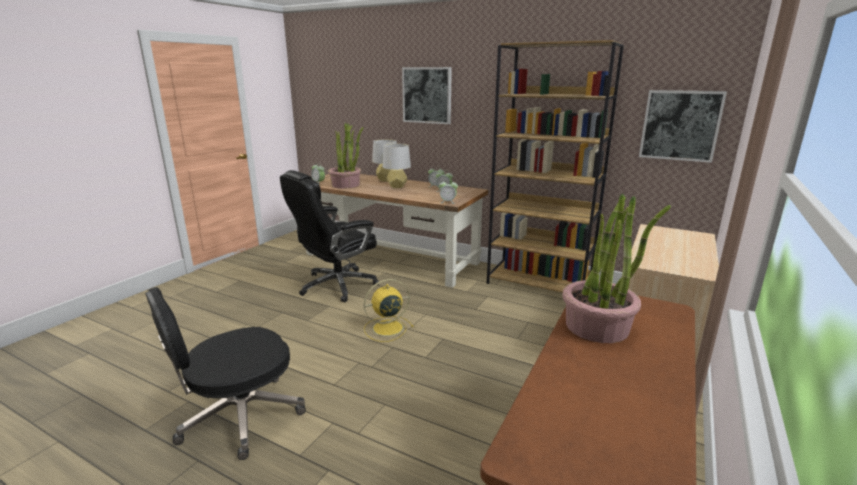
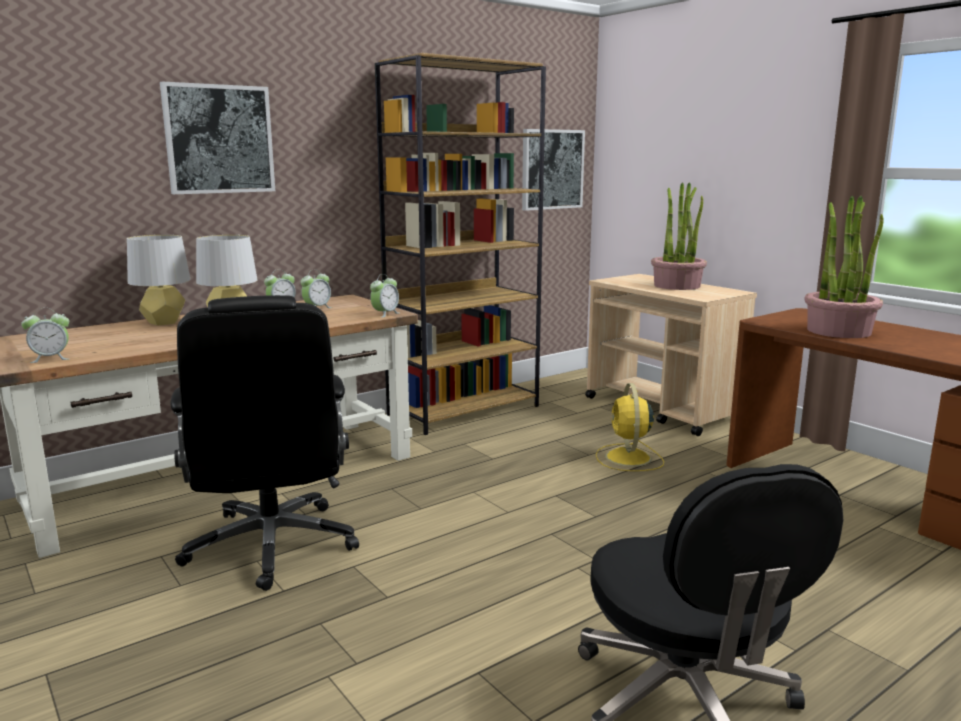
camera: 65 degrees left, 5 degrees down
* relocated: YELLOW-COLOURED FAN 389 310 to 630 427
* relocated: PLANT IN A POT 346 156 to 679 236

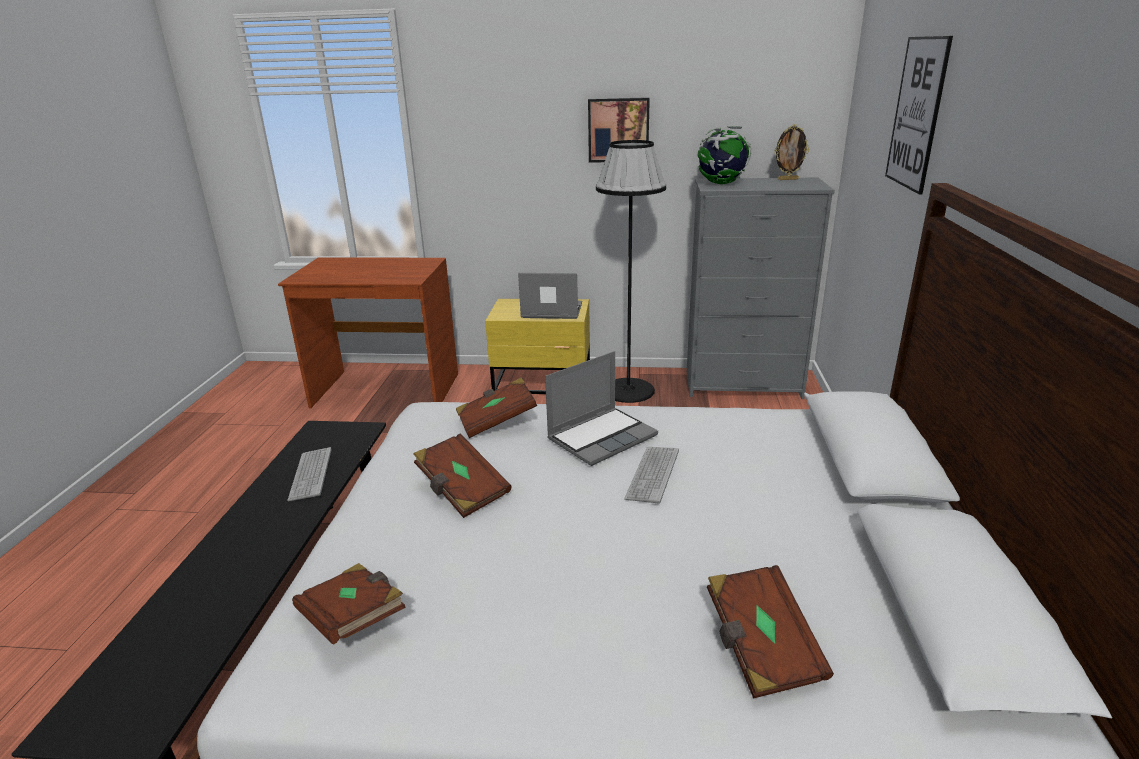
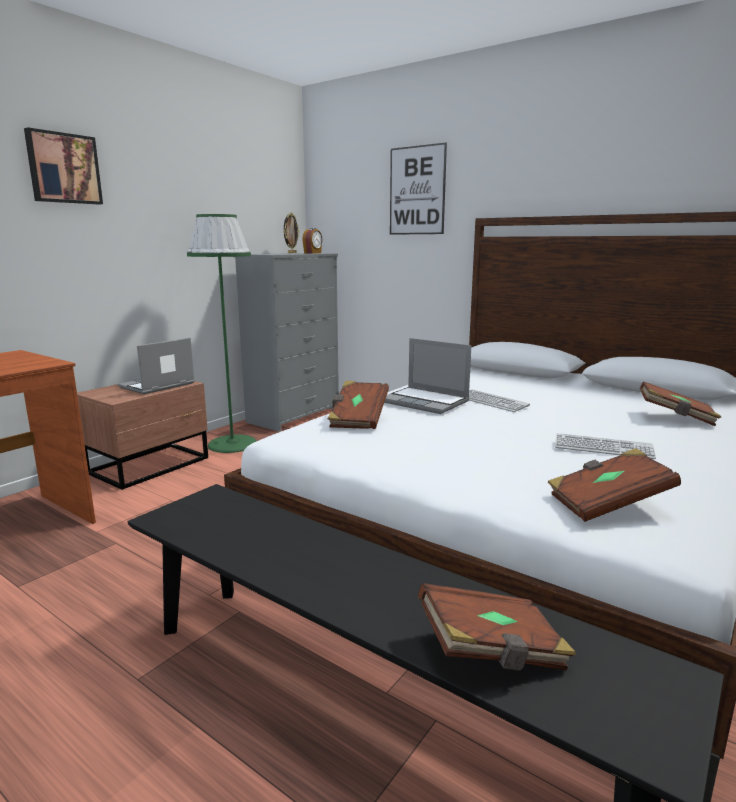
camera: 60 degrees left, 10 degrees down
* relocated: PICTURE 619 130 to 63 165
* colour: YELLOW-COLOURED NIGHT TABLE 537 346 to BROWNISH NIGHT TABLE 142 435
* colour: BLACKISH STANDING LAMP 631 271 to GREEN-COLOURED STANDING LAMP 222 333
* appeared: TABLE CLOCK 312 241
* spun: LAPTOP 601 408 = 427 376 135 degrees clockwise
* relocated: BROWNISH VOLUME 463 476 to 497 627
* relocated: PC KEYBOARD 309 474 to 605 446
* missing: DESK GLOBE 724 155

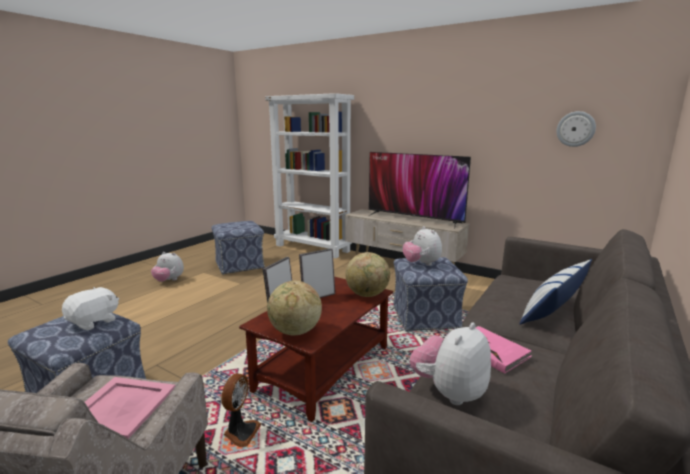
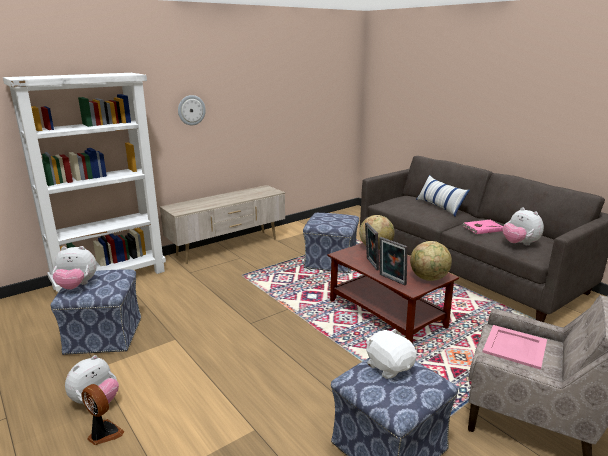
camera: 70 degrees left, 5 degrees up
* relocated: PLUSH TOY 422 246 to 74 268
* relocated: FAN 241 410 to 103 414
* relocated: CLOCK ON THE WALL 576 129 to 192 110
* missing: TV 420 190

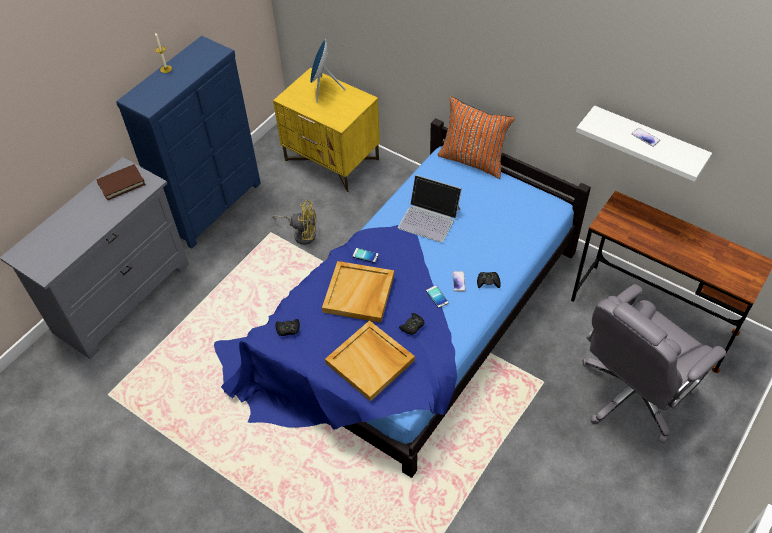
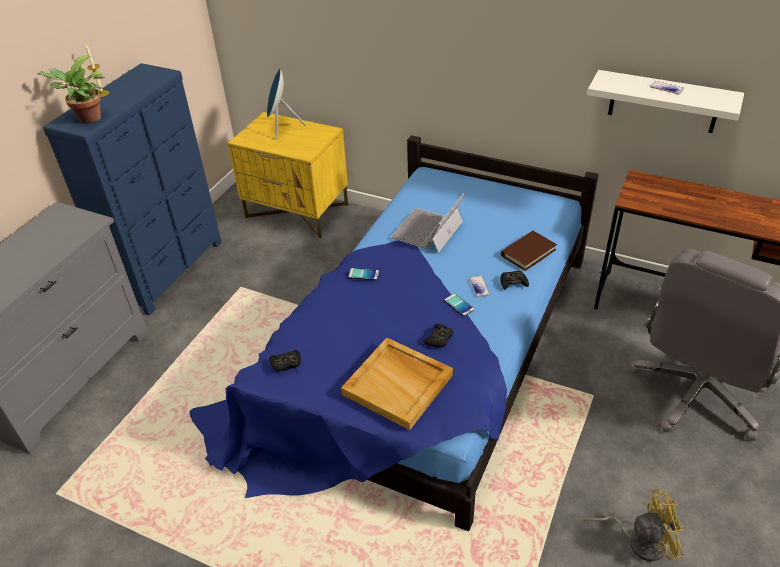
camera: 10 degrees left, 10 degrees down
* appeared: PLANT IN A POT 71 89
* spun: LAPTOP 430 209 = 427 223 105 degrees clockwise
* relocated: BROWNISH VOLUME 121 182 to 529 251
* relocated: YELLOW-COLOURED FAN 294 222 to 633 525
* missing: BEIGE CARRYING TRAY 358 292
* missing: ORANGE-COLOURED CUSHION 476 137

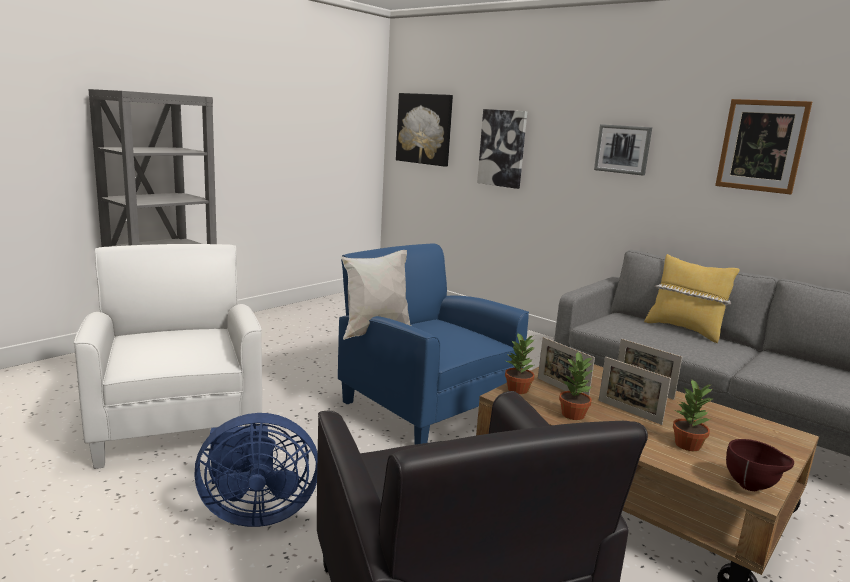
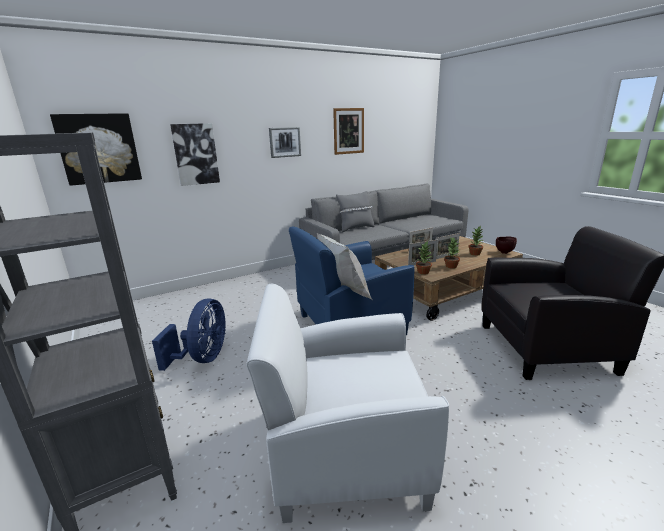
camera: 70 degrees left, 5 degrees up
* relocated: BLUISH FAN 256 470 to 189 334
* colour: YELLOW-COLOURED CUSHION 692 298 to GREYISH CUSHION 355 211

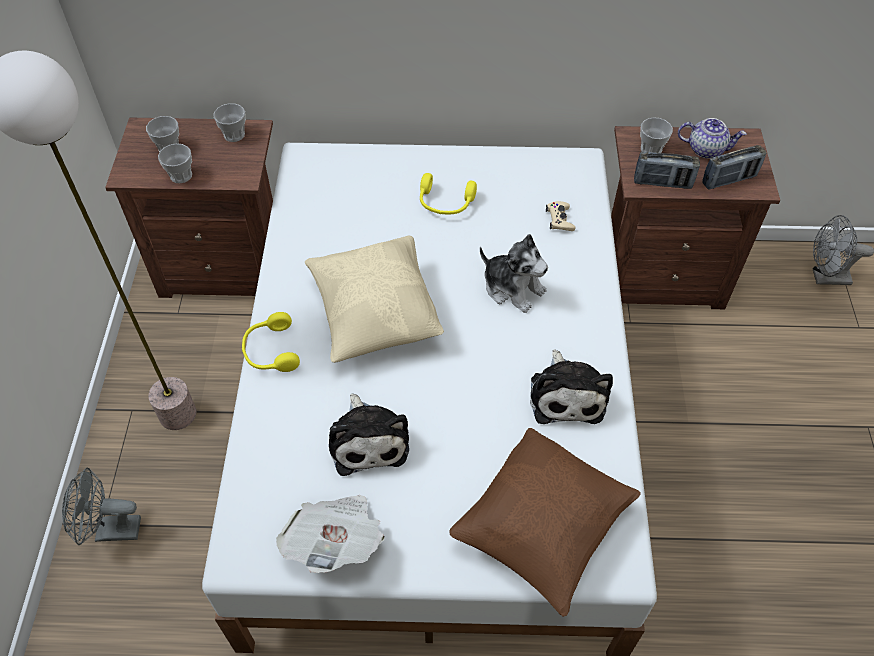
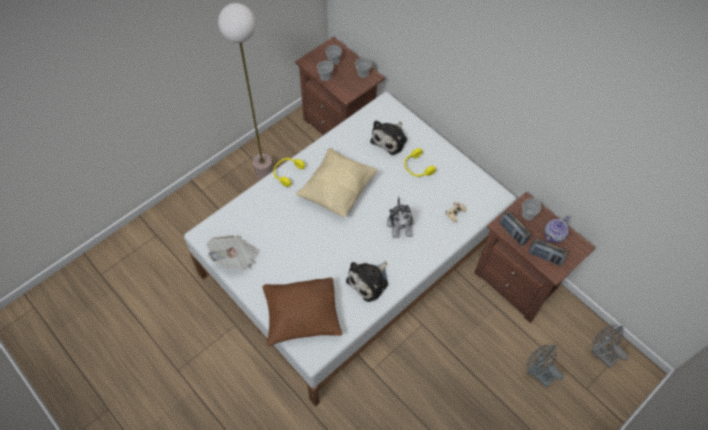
camera: 45 degrees right, 5 degrees up
* relocated: PLUSH TOY 369 435 to 388 137
* relocated: GREYISH FAN 101 506 to 545 366
* spun: POT FOR TEA 712 138 = 557 229 75 degrees clockwise

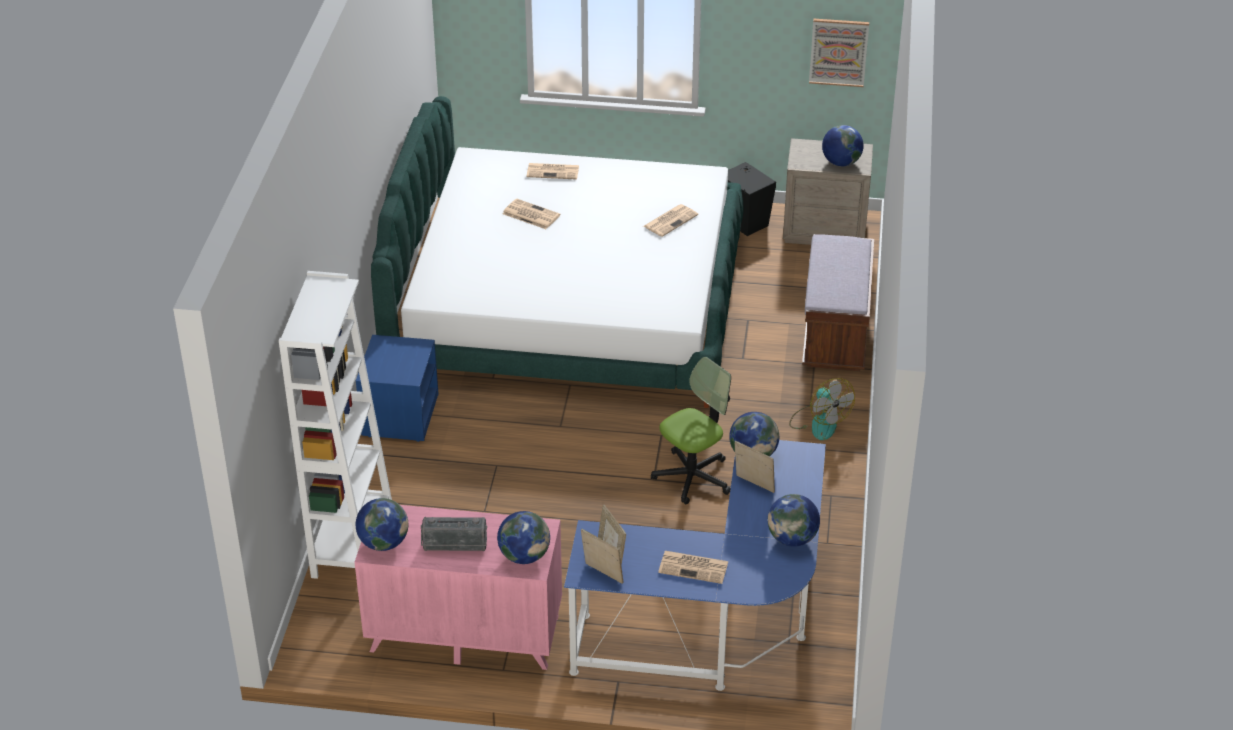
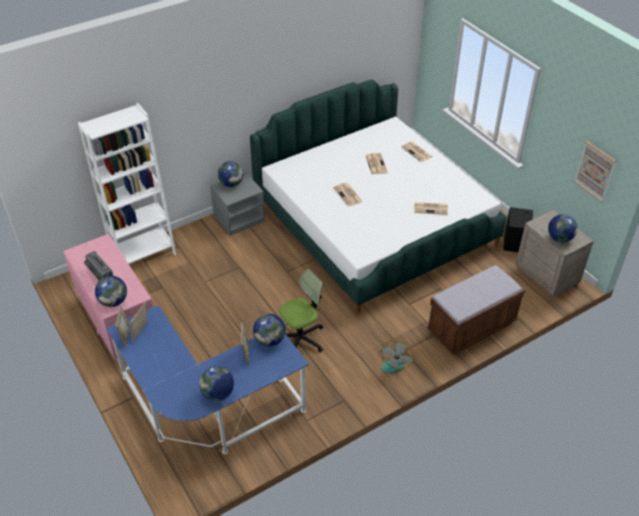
camera: 50 degrees right, 5 degrees up
* colour: BLUISH NIGHT TABLE 397 388 to GREYISH NIGHT TABLE 237 204
* relocated: DESK GLOBE 382 524 to 230 174
* spun: DESK CHAIR 691 431 = 301 310 45 degrees counterclockwise
* relocated: DAILY PAPER 693 567 to 348 194

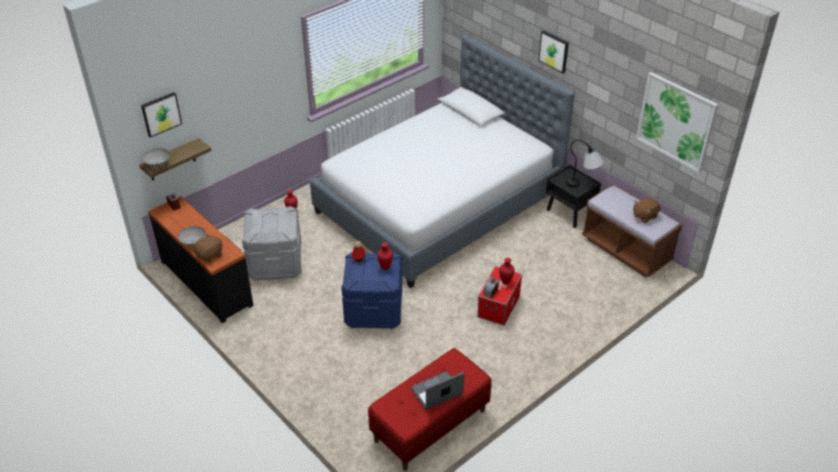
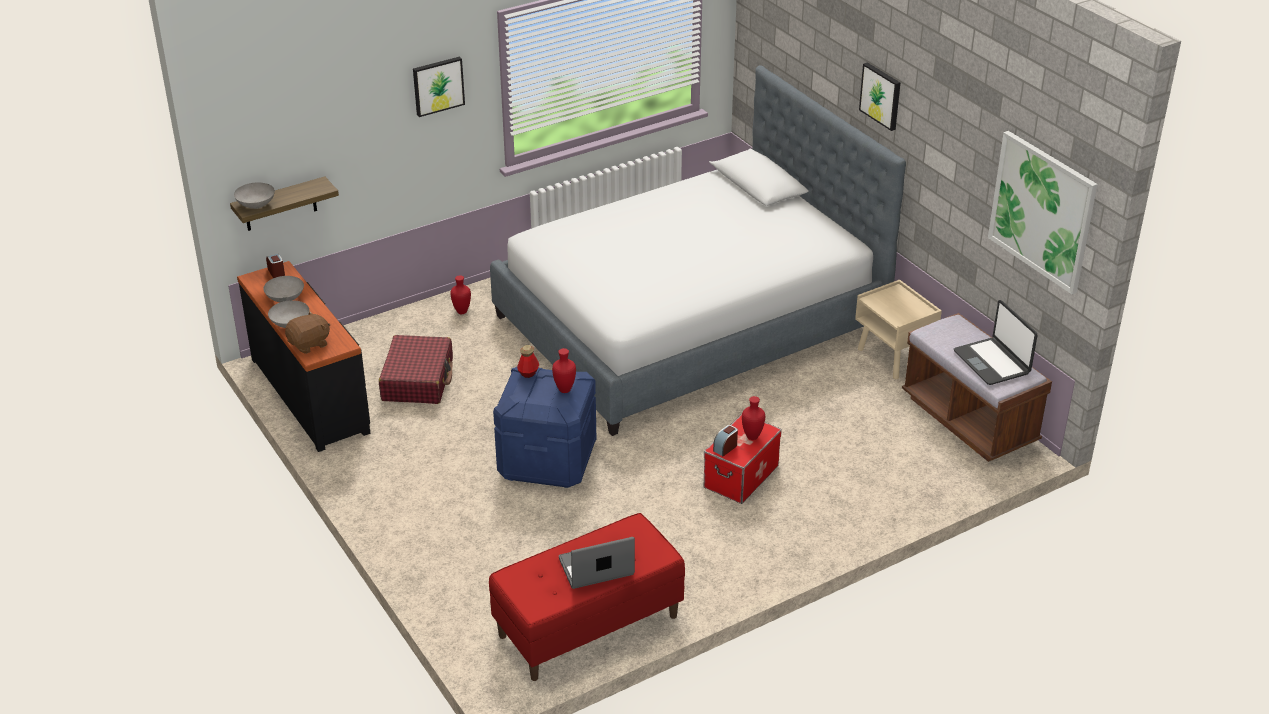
camera: 10 degrees right, 5 degrees down
* appeared: GREYISH DEEP DISH 283 289
* exchanged: GREYISH STORAGE BOX 272 243 to RED SUITCASE 416 369
* relocated: PICTURE 161 115 to 439 87
* colour: BLACKISH NIGHT TABLE 573 196 to BEIGE NIGHT TABLE 898 329
* exchanged: BROWNISH PLUSH TOY 647 210 to LAPTOP 996 342
* missing: TABLE LAMP 584 164

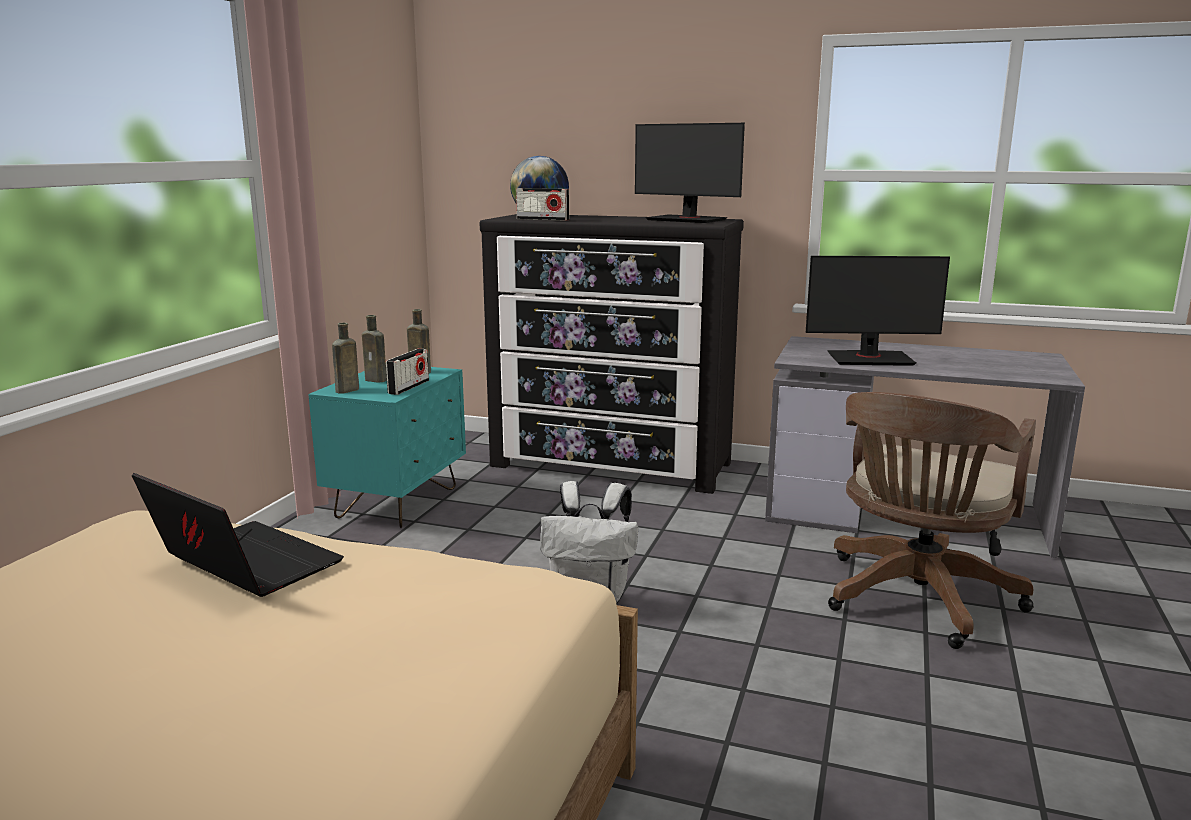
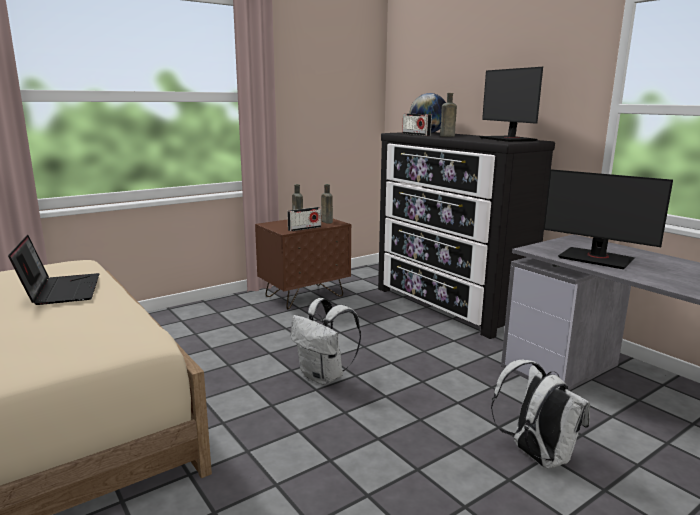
camera: 35 degrees right, 0 degrees up
* colour: TURQUOISE-COLOURED NIGHT TABLE 387 447 to BROWNISH NIGHT TABLE 303 262
* relocated: BROWNISH DRINK BOTTLE 345 357 to 448 115
* exchanged: BROWNISH DESK CHAIR 932 520 to WHITE-COLOURED RUCKSACK 540 414

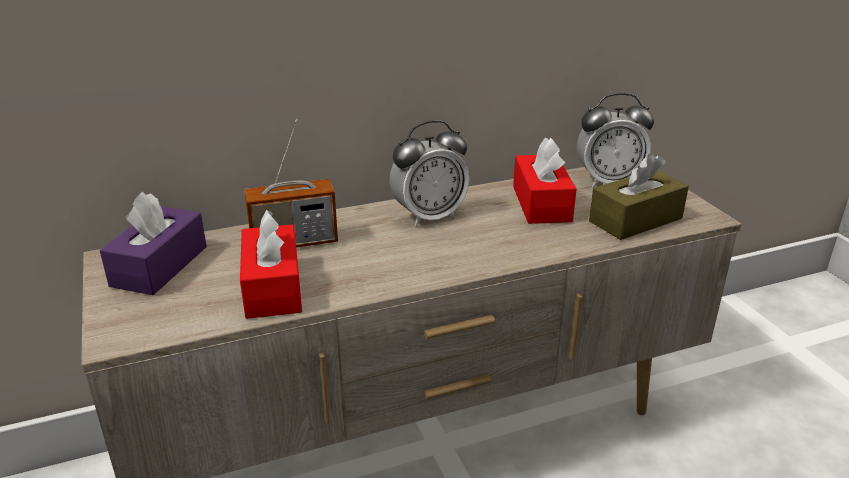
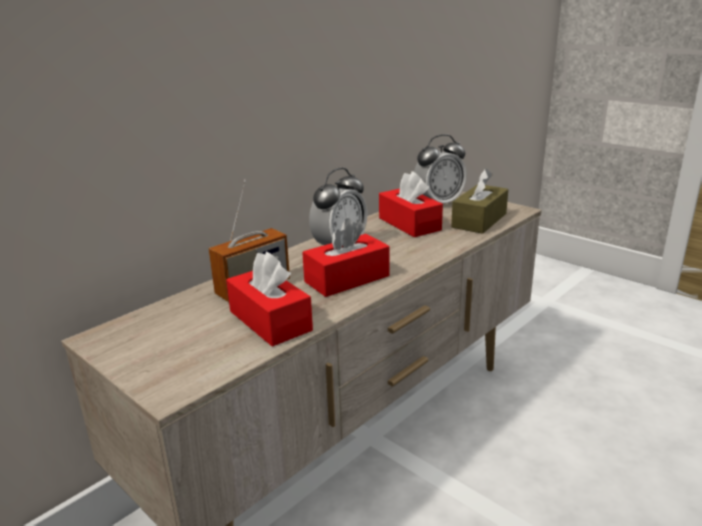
camera: 25 degrees left, 5 degrees down
* appeared: RED TISSUE BOX 345 257
* missing: PURPLISH TISSUE BOX 153 243

